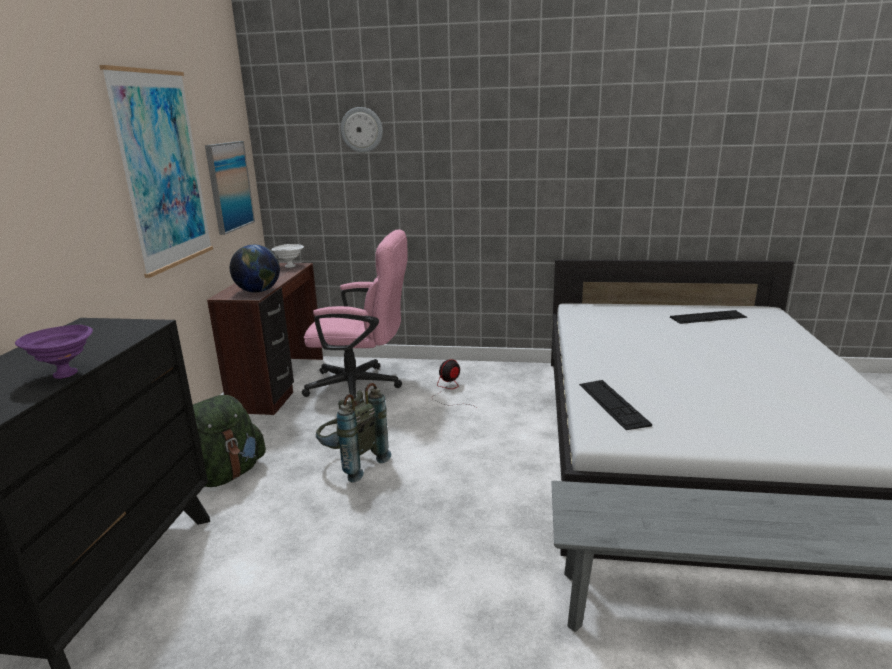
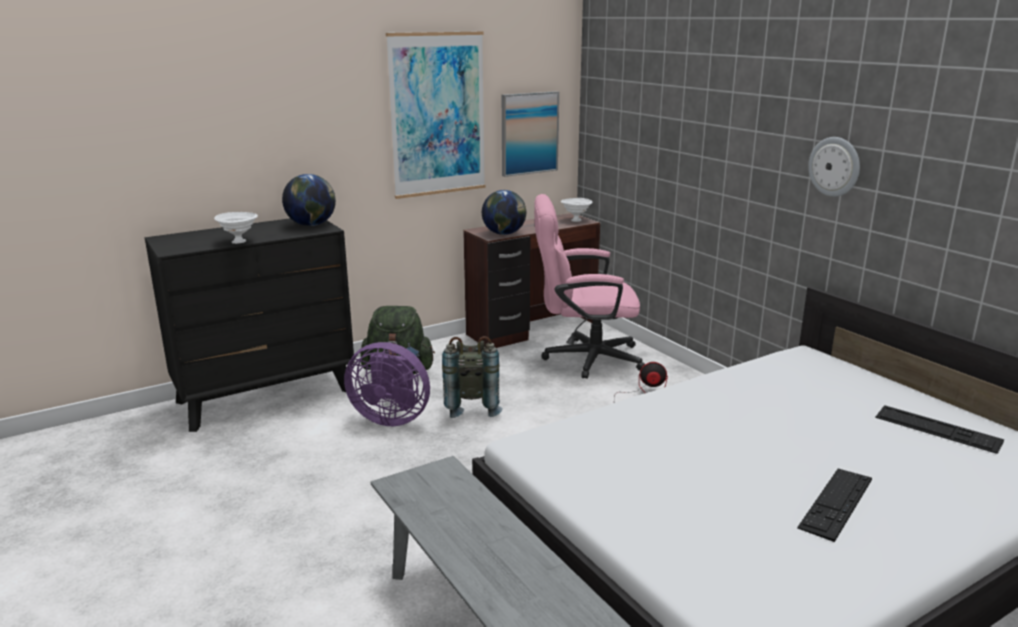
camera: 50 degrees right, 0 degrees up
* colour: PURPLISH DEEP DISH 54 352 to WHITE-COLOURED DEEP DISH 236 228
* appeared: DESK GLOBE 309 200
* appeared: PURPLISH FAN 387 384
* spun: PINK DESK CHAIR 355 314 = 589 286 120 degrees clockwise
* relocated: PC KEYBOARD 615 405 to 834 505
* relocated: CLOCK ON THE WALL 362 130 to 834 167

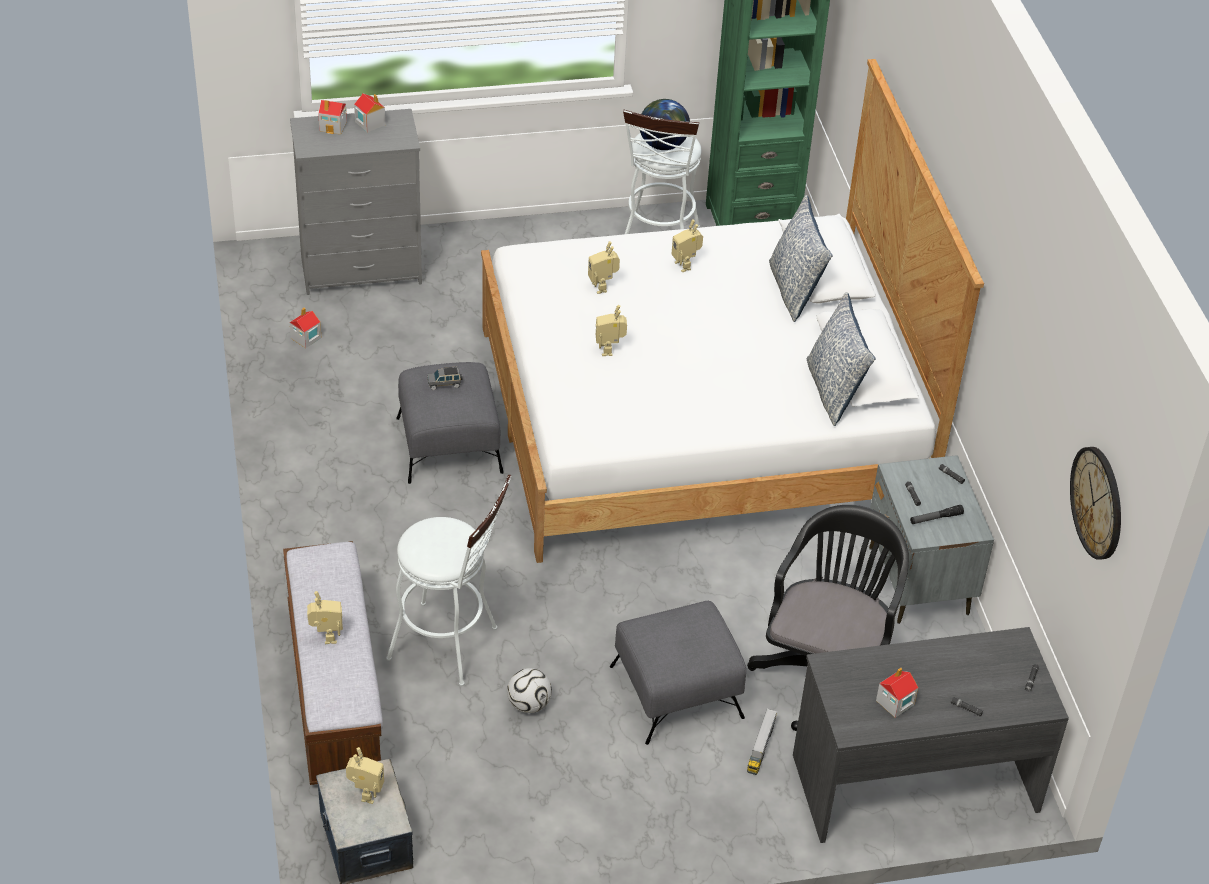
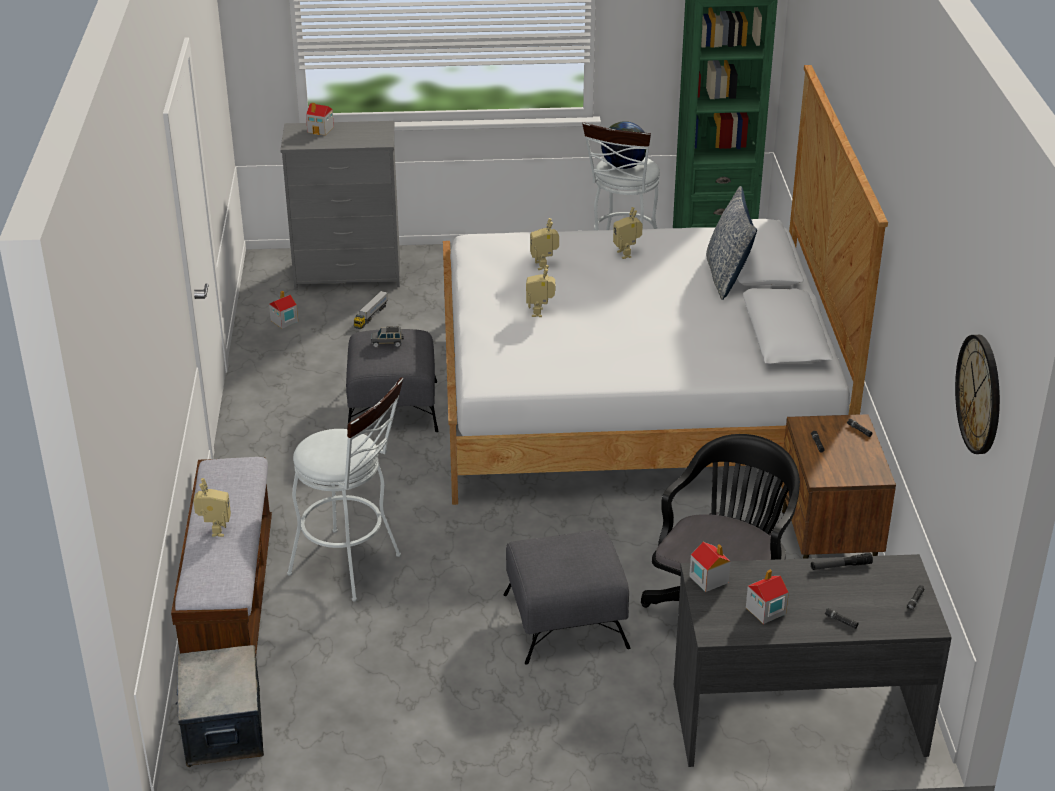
camera: 10 degrees right, 10 degrees down
* relocated: TOY TRUCK 762 742 to 371 310
* relocated: TOY HOUSE 369 112 to 710 567
* colour: GREYISH NIGHT TABLE 931 539 to BROWNISH NIGHT TABLE 838 486
* relocated: TORCH 937 514 to 842 561
* missing: TOY ROBOT 365 775
* missing: FOOTBALL 529 690
* missing: CUSHION 841 359

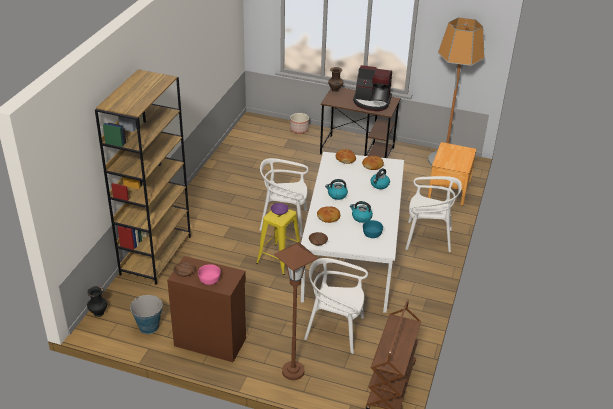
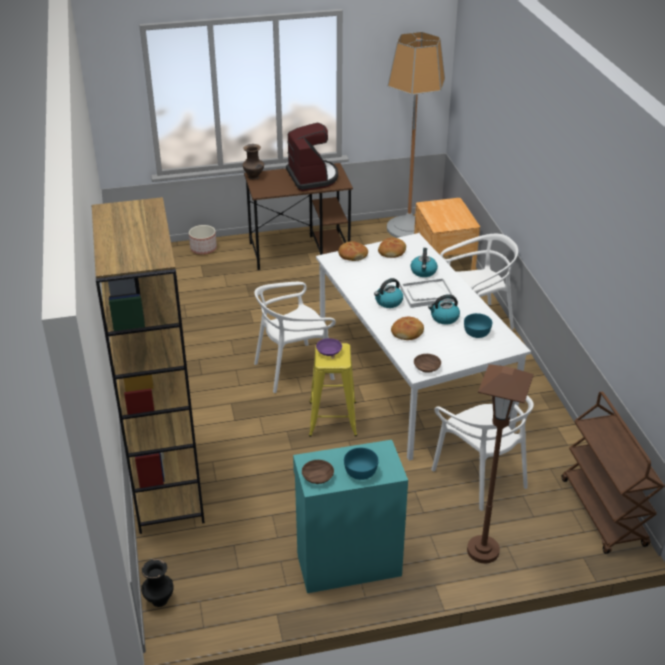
camera: 30 degrees left, 0 degrees up
* spun: COFFEE MAKER 372 88 = 312 157 90 degrees counterclockwise
* colour: BROWNISH CUPBOARD 206 309 to TURQUOISE-COLOURED CUPBOARD 350 516
* colour: PINK DEEP DISH 209 274 to TURQUOISE-COLOURED DEEP DISH 361 464
* appeared: WHITE-COLOURED CARRYING TRAY 428 293
* spun: WHITE-COLOURED UPRIGHT CHAIR 336 306 = 482 453 105 degrees counterclockwise
* missing: BUCKET 146 314

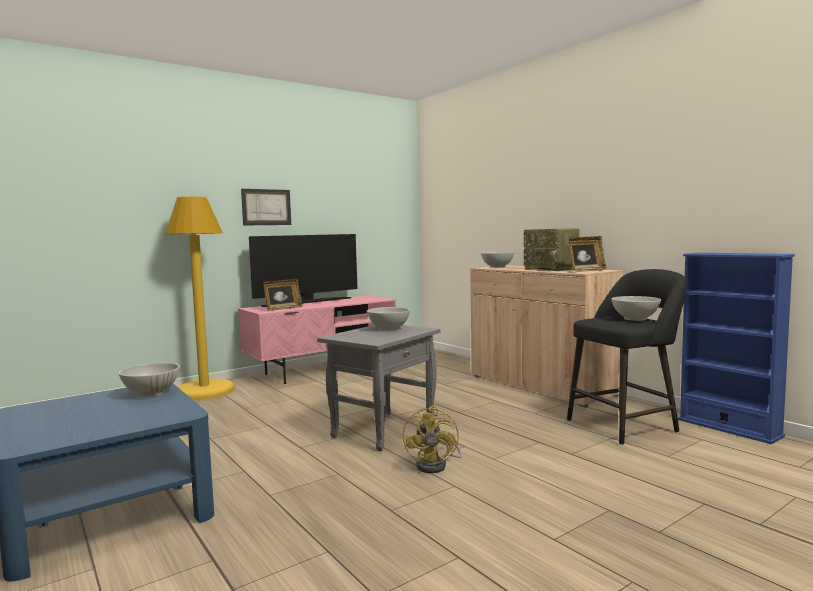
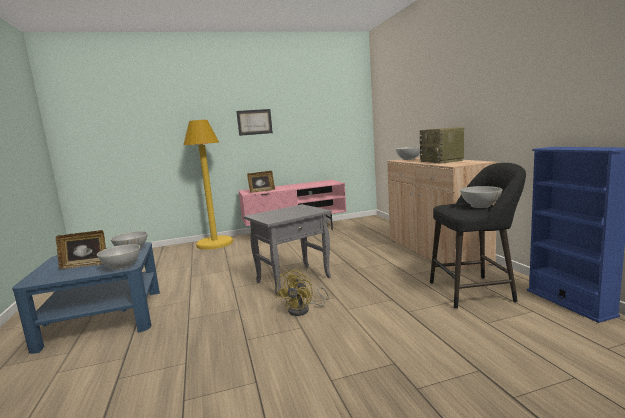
camera: 20 degrees right, 5 degrees up
* relocated: PHOTO FRAME 588 254 to 81 249
* relocated: WHITE-COLOURED DEEP DISH 388 319 to 118 257
* missing: TV 303 270

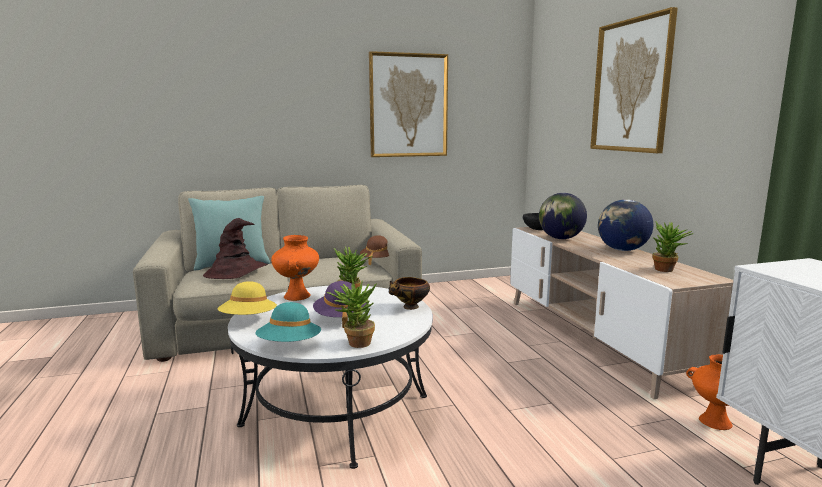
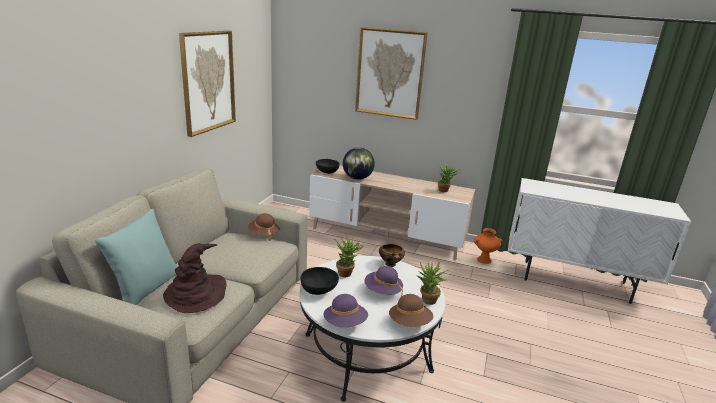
camera: 55 degrees left, 10 degrees up
* exchanged: ORANGE-COLOURED DECORATIVE VASE 295 268 to BLACKISH DEEP DISH 319 281
* colour: YELLOW-COLOURED WEARABLE HAT 247 298 to PURPLISH WEARABLE HAT 345 310
* colour: TURQUOISE-COLOURED WEARABLE HAT 288 322 to BROWNISH WEARABLE HAT 411 310
* missing: DESK GLOBE 625 225

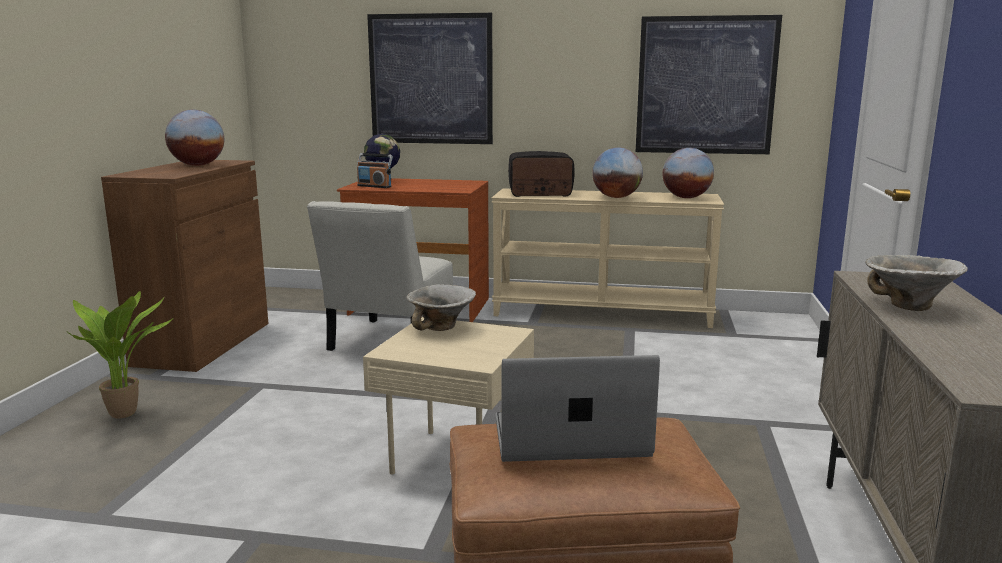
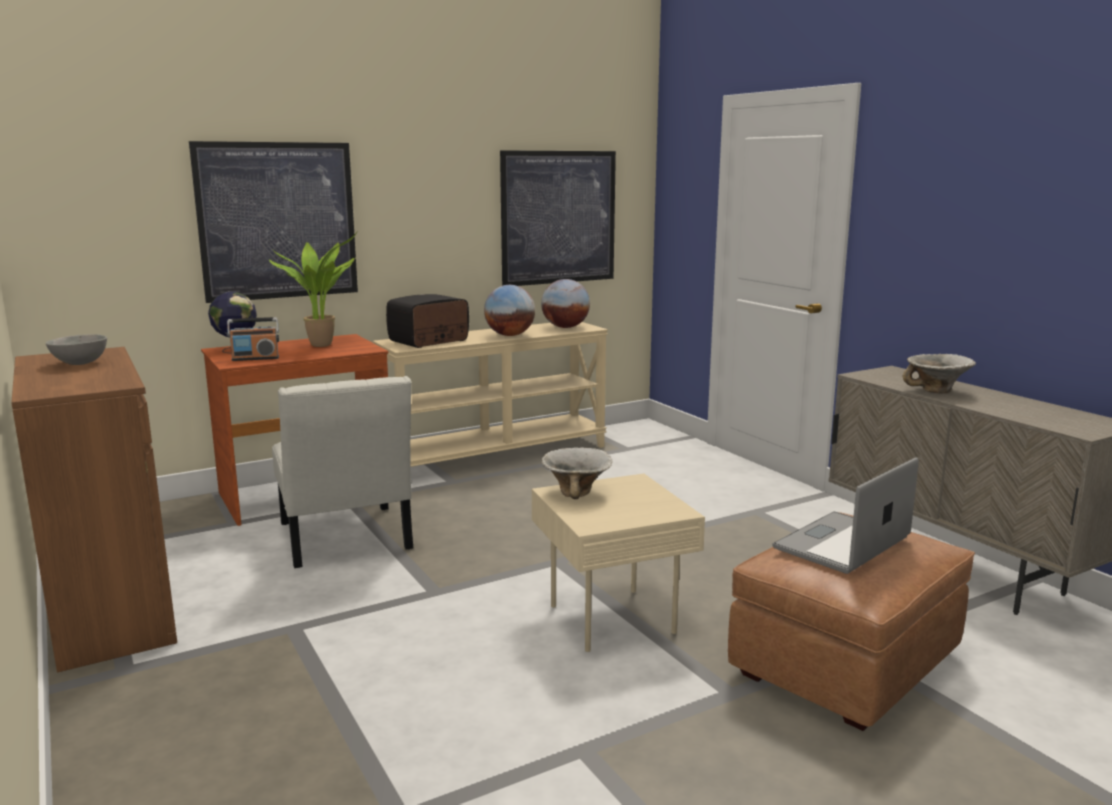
camera: 40 degrees left, 0 degrees up
* exchanged: DESK GLOBE 194 138 to GREYISH DEEP DISH 76 349
* relocated: PLANT IN A POT 120 355 to 313 289

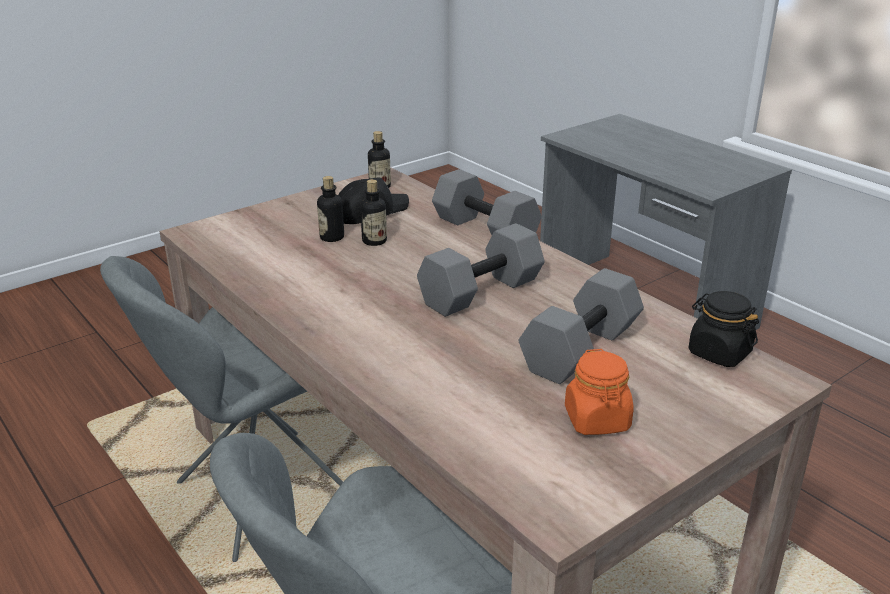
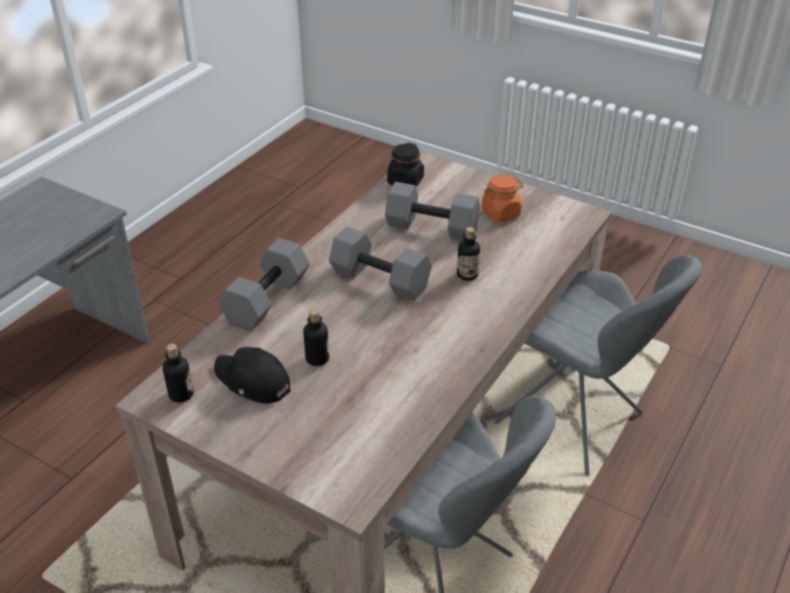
camera: 110 degrees left, 10 degrees up
* relocated: DRINK BOTTLE 330 209 to 468 254

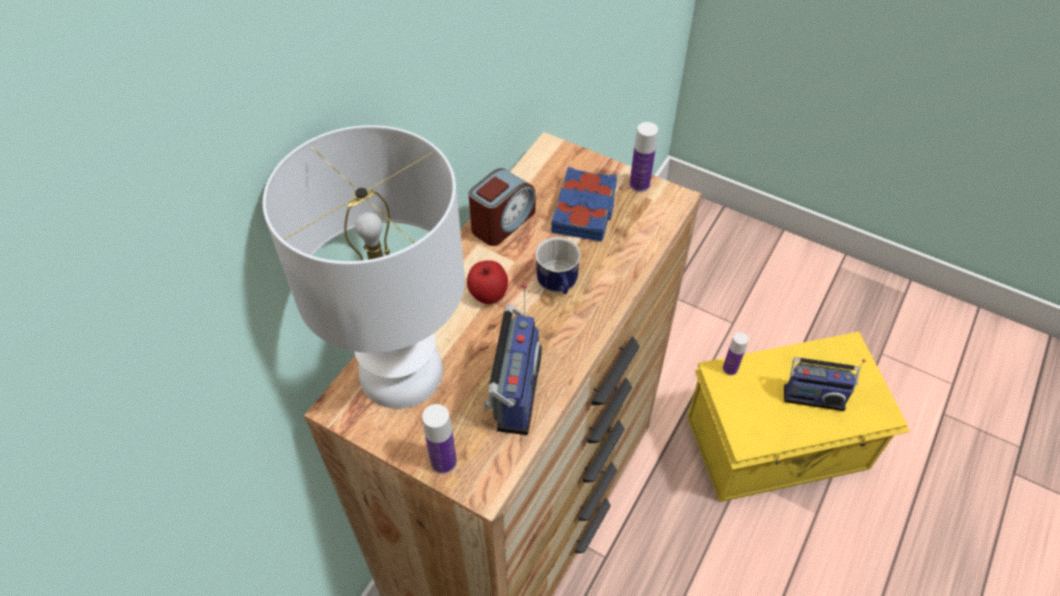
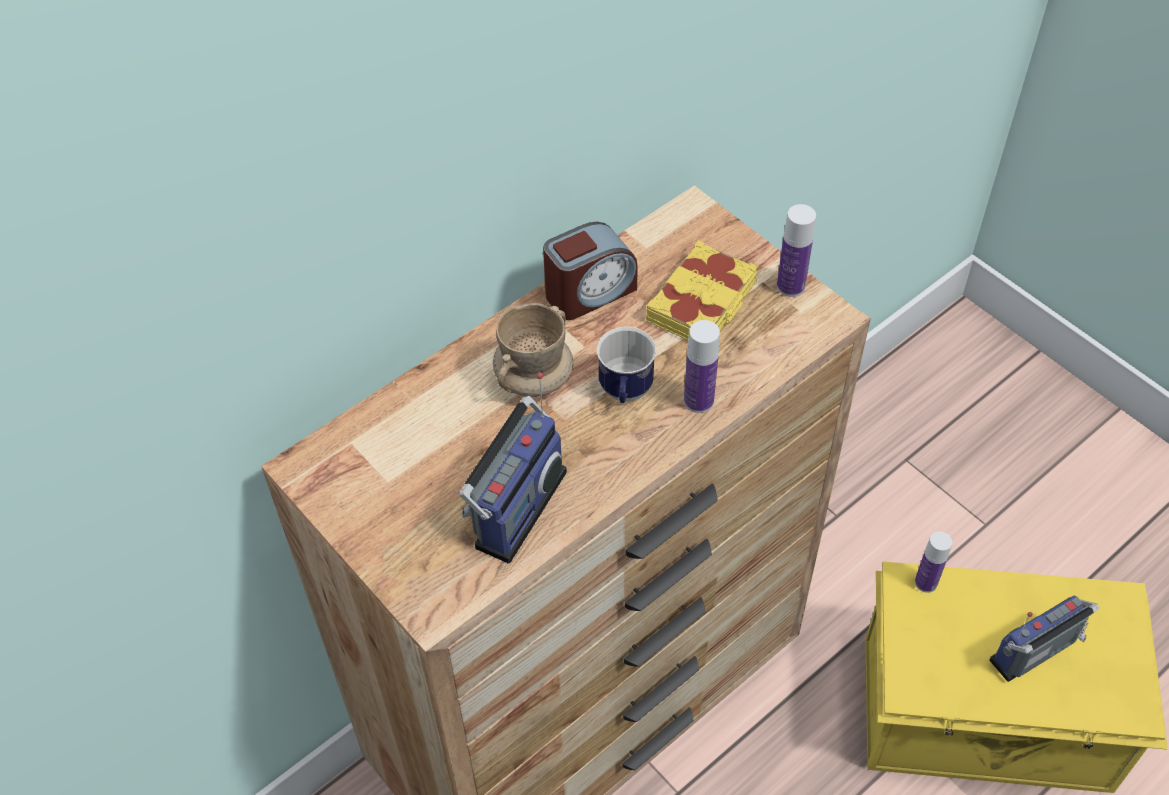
camera: 20 degrees right, 0 degrees up
* exchanged: WHOLE APPLE 487 282 to BEIGE TEA MUG 533 350
* colour: BLUISH VOLUME 584 204 to YELLOW-COLOURED VOLUME 702 290
* relocated: DRINK BOTTLE 439 439 to 702 366
* spun: RADIO 825 384 = 1044 639 120 degrees clockwise
* missing: WHITE-COLOURED TABLE LAMP 364 267

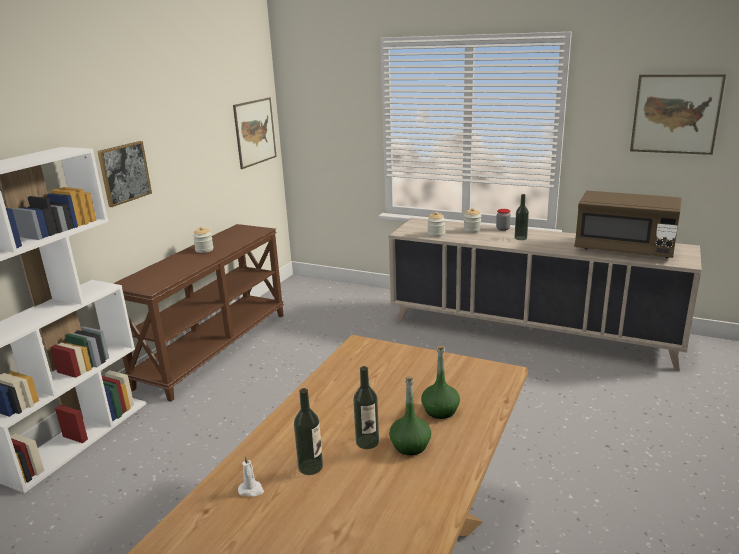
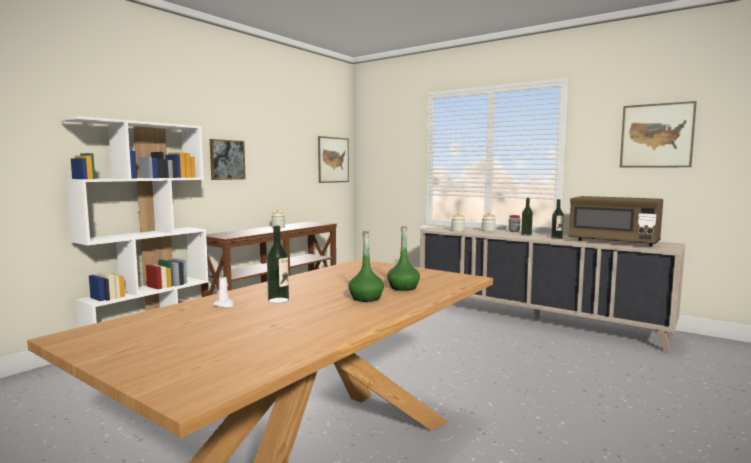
camera: 10 degrees right, 15 degrees down
* relocated: DRINK BOTTLE 366 407 to 557 219

